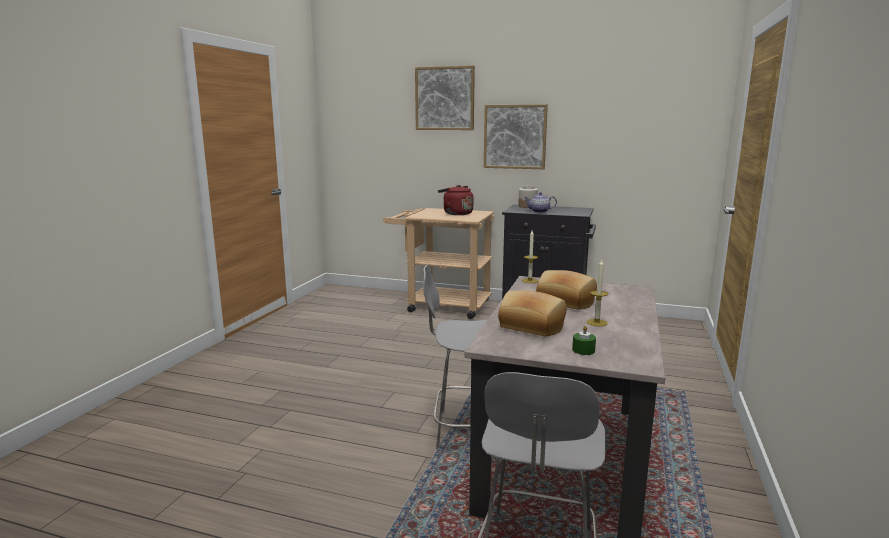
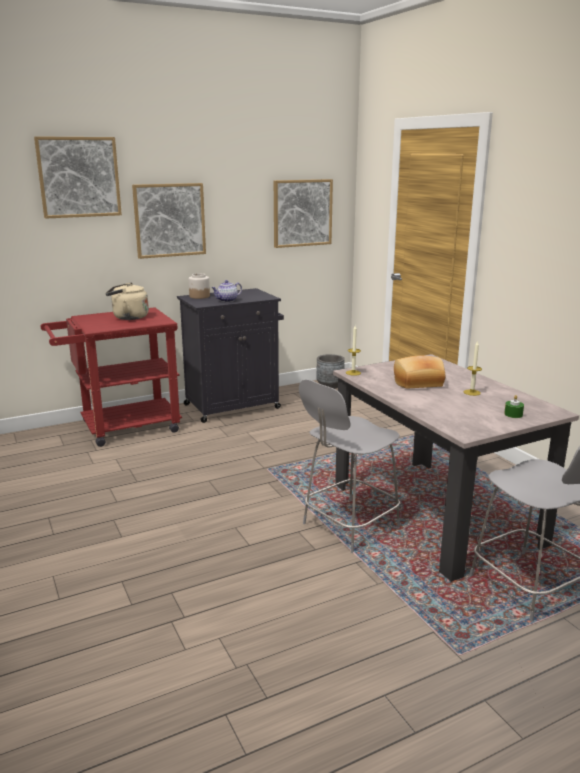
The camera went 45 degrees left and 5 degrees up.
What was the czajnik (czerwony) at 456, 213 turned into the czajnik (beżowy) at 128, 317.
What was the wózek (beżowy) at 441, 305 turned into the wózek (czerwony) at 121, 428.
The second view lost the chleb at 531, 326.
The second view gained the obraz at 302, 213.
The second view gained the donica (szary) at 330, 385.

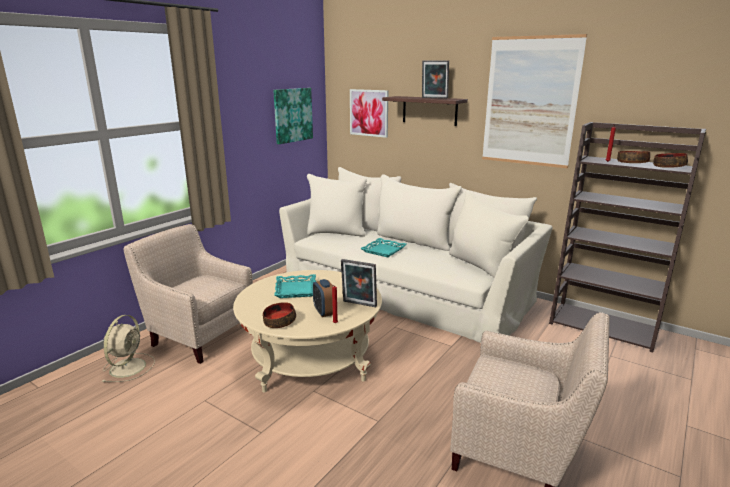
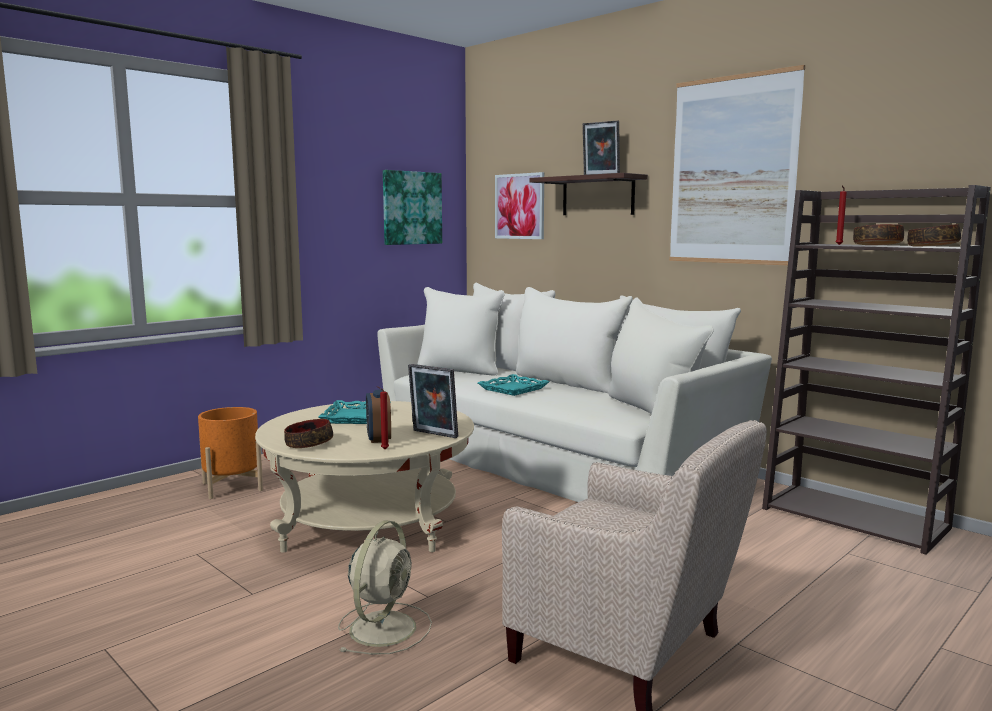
The camera went 10 degrees right and 10 degrees down.
Where the fotel (beżowy) stood at 200, 334, the donica (pomarańczowy) came to stand at 232, 486.
The wentylator (beżowy) ended up elsewhere, having gone from 128, 367 to 384, 627.

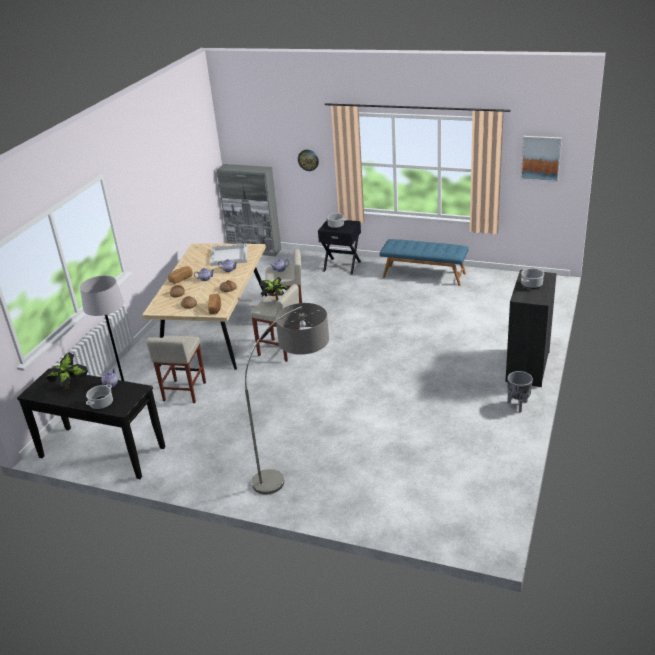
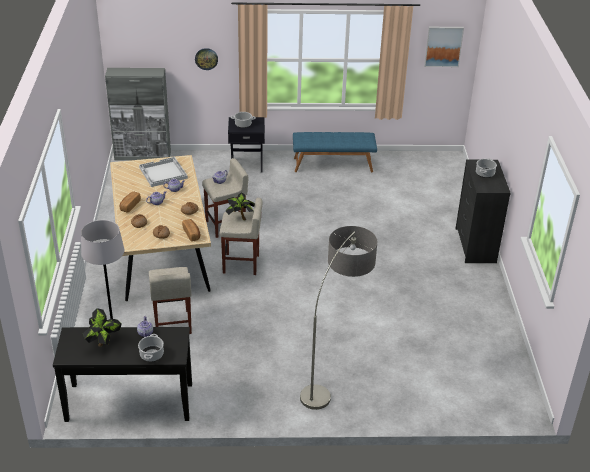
The camera went 25 degrees left and 5 degrees up.
The second view lost the donica (szary) at 518, 405.

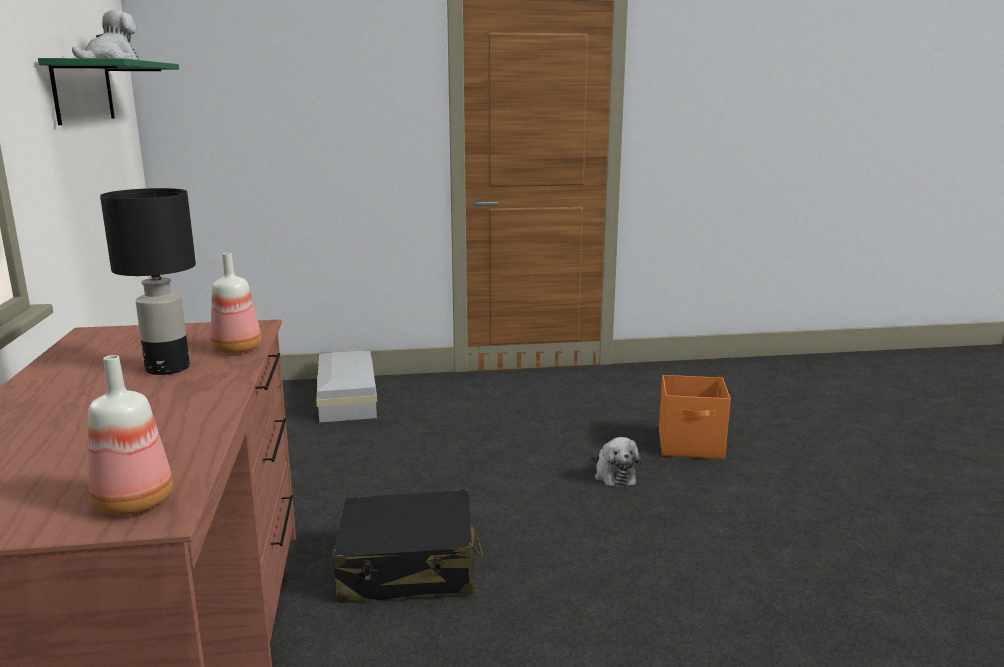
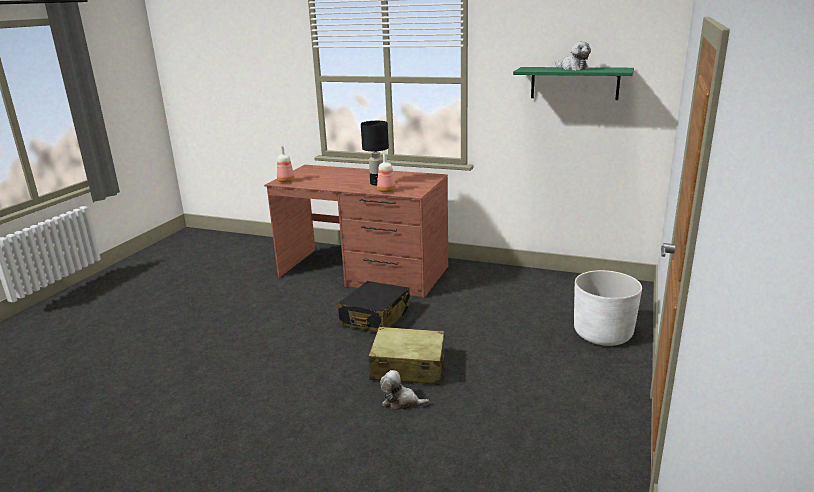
The camera went 120 degrees right and 5 degrees up.
Where the pojemnik do przechowywania (biały) stood at 348, 398, the donica (biały) came to stand at 602, 334.
The second view lost the pojemnik do przechowywania (pomarańczowy) at 691, 445.
The second view gained the walizka (beżowy) at 407, 367.

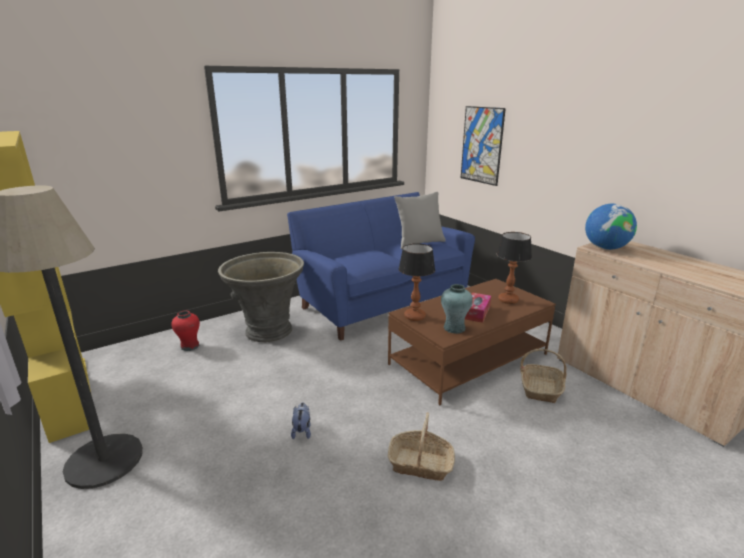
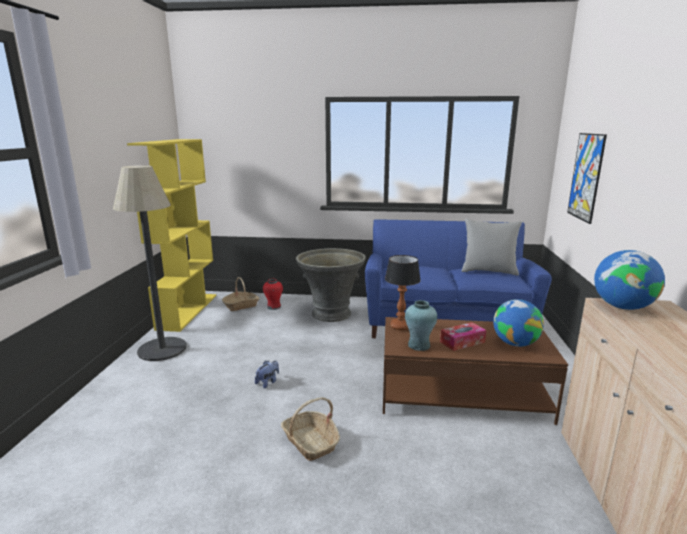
The camera went 40 degrees right and 5 degrees down.
Where the lampa stołowa stood at 507, 300, the globus came to stand at 515, 343.
The koszyk ended up elsewhere, having gone from 541, 388 to 241, 305.

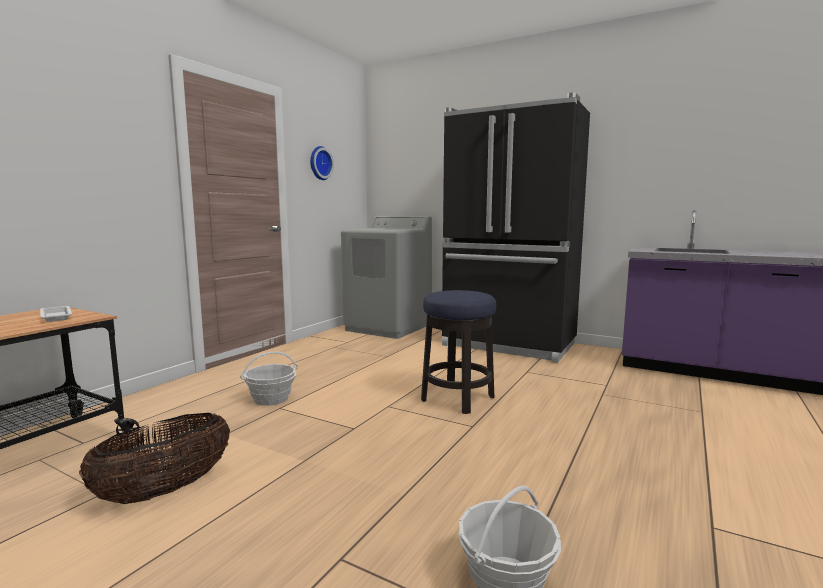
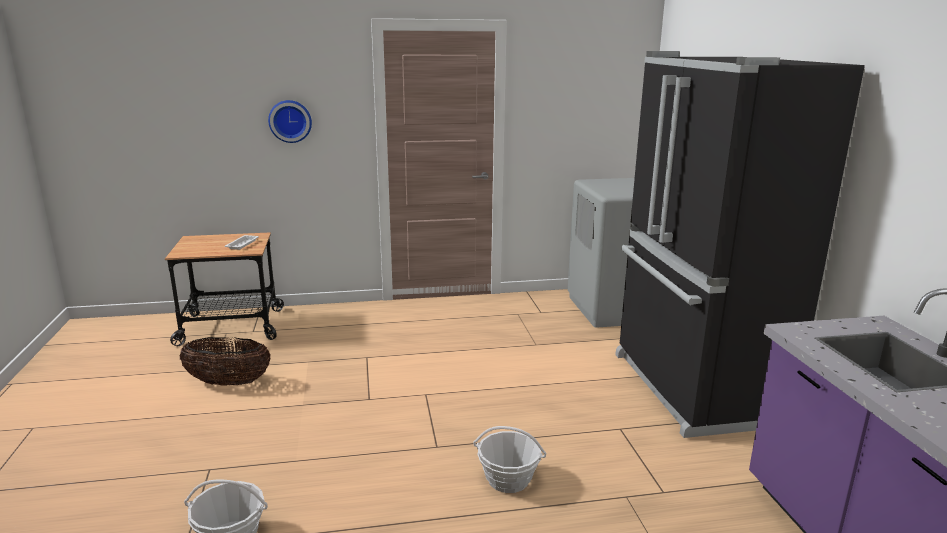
The camera went 50 degrees right and 10 degrees up.
The zegar ścienny ended up elsewhere, having gone from 319, 163 to 290, 121.
The second view lost the stołek at 457, 399.
The koszyk ended up elsewhere, having gone from 271, 399 to 508, 479.

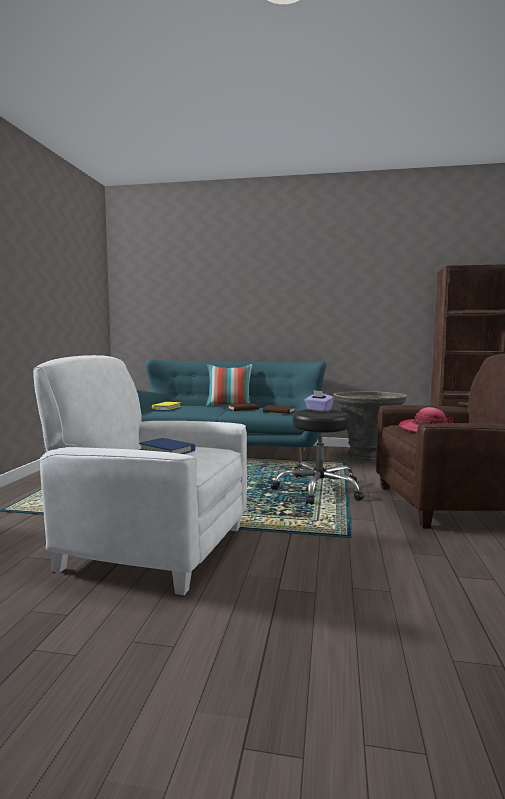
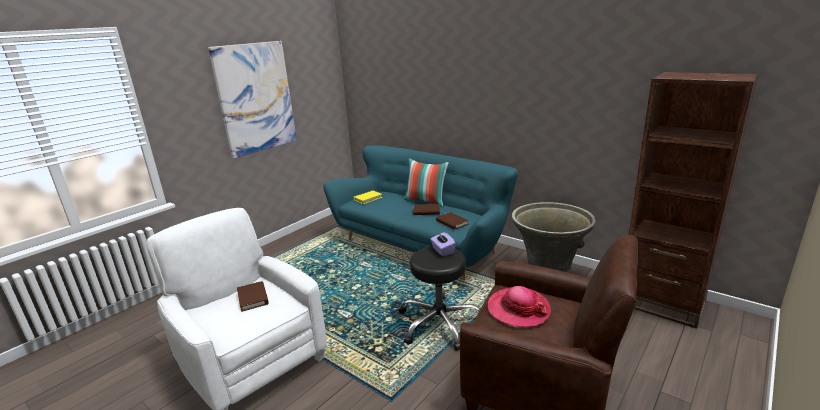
The camera went 30 degrees right and 15 degrees up.
What was the książka (niebieski) at 167, 450 turned into the książka (brązowy) at 253, 298.
The second view gained the obraz at 255, 98.

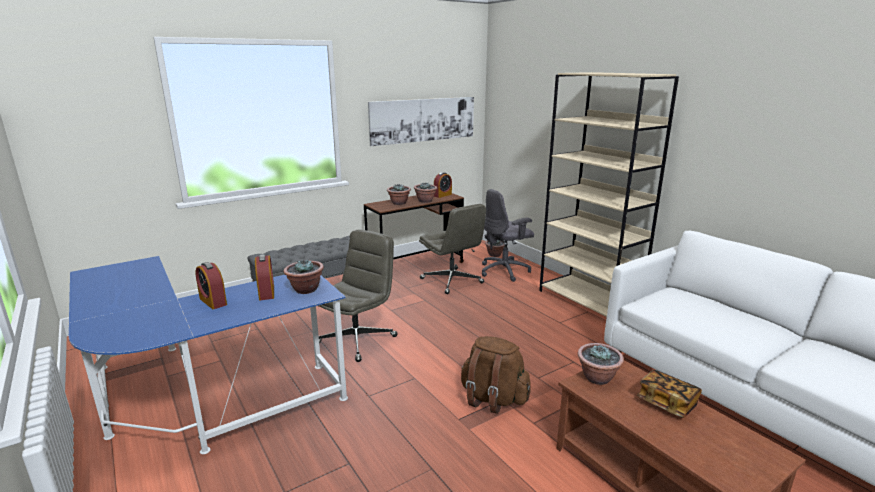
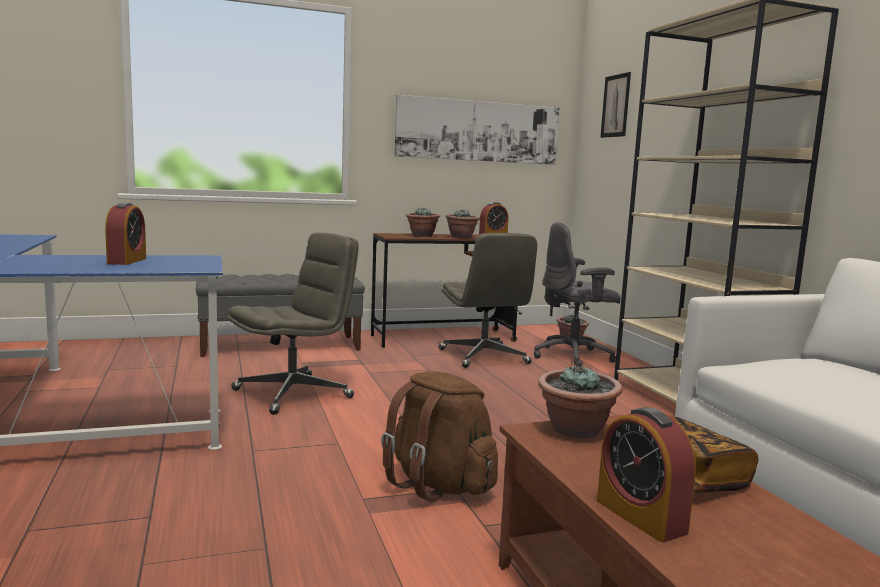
The camera went 15 degrees right and 10 degrees down.
The second view lost the roślina doniczkowa at 305, 289.
The budzik ended up elsewhere, having gone from 213, 301 to 640, 516.
The second view gained the obraz at 615, 106.

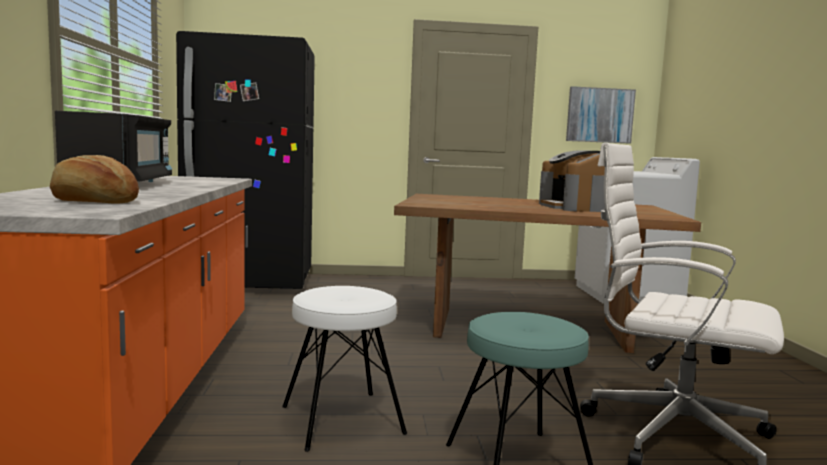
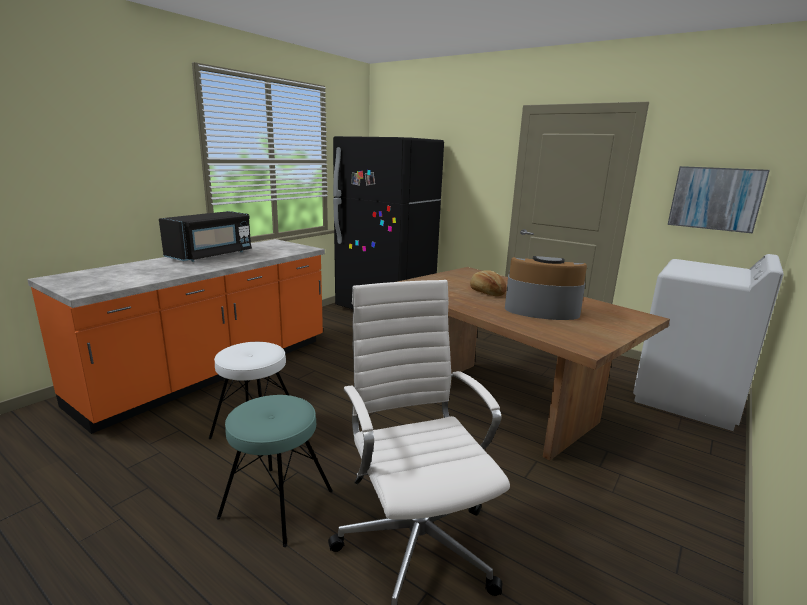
The camera went 40 degrees right and 10 degrees up.
The ekspres do kawy at 574, 207 ended up facing another way, 75 degrees clockwise from before.
The chleb ended up elsewhere, having gone from 94, 201 to 486, 292.

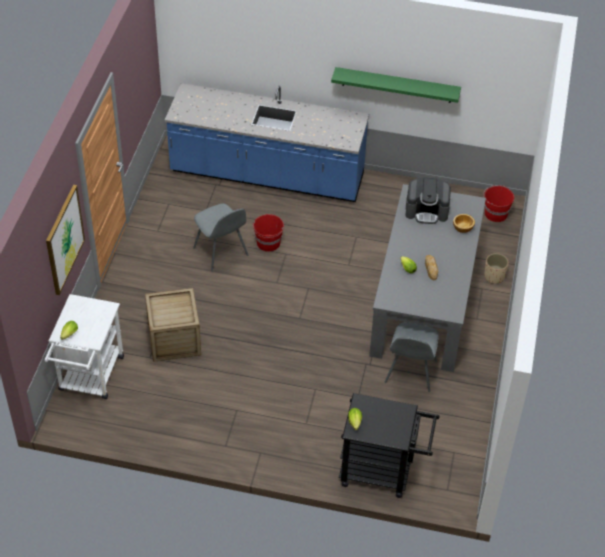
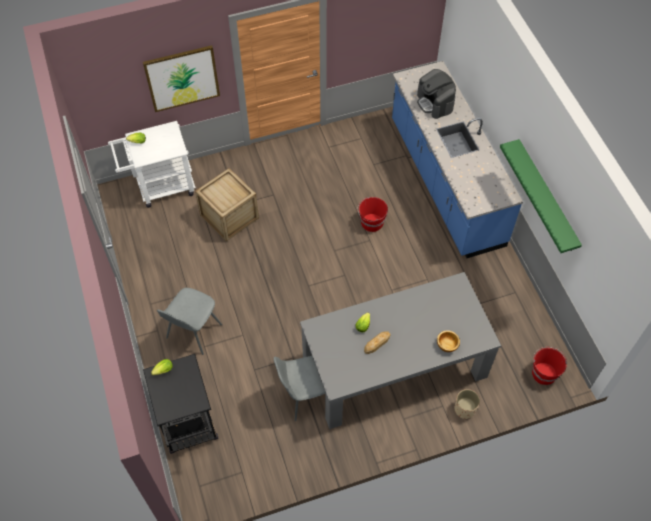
The camera went 60 degrees right and 10 degrees up.
The ekspres do kawy ended up elsewhere, having gone from 427, 211 to 435, 102.
The krzesło (szary) ended up elsewhere, having gone from 221, 253 to 193, 332.

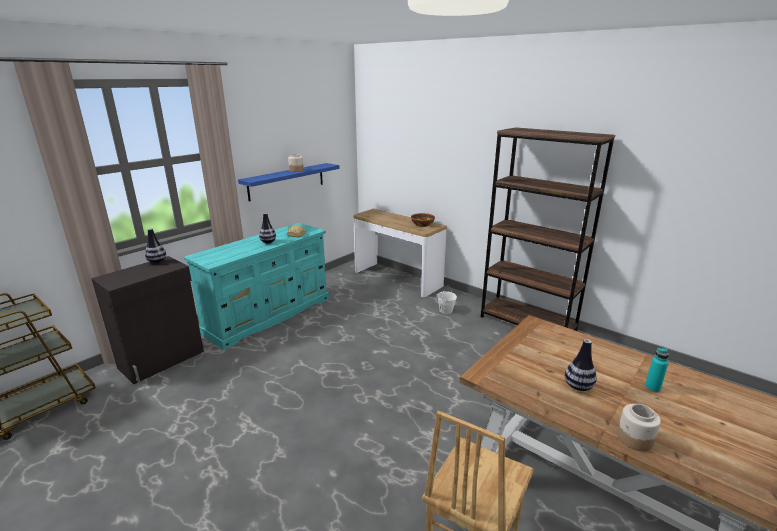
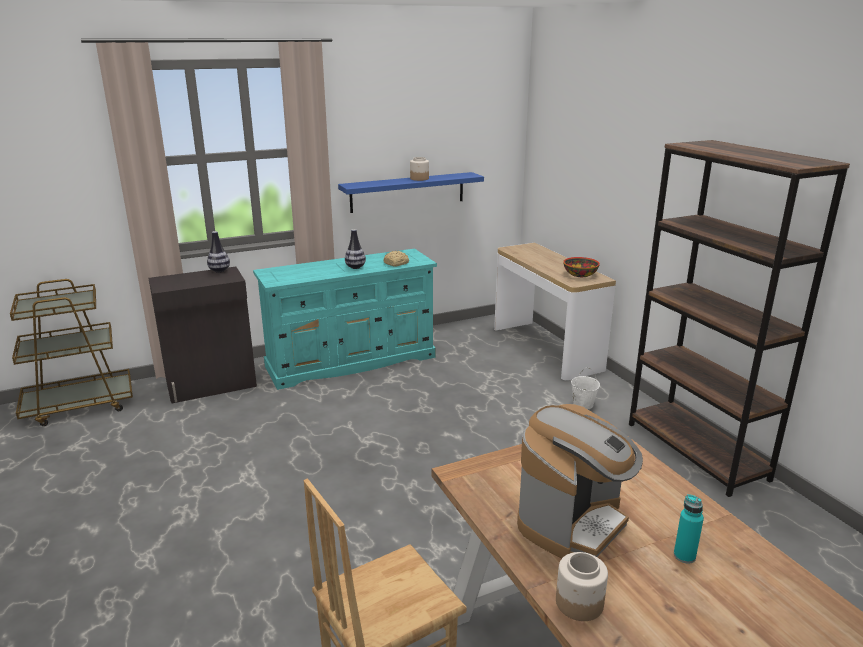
The camera went 25 degrees right and 0 degrees up.
Where the wazon stood at 578, 386, the ekspres do kawy came to stand at 573, 522.

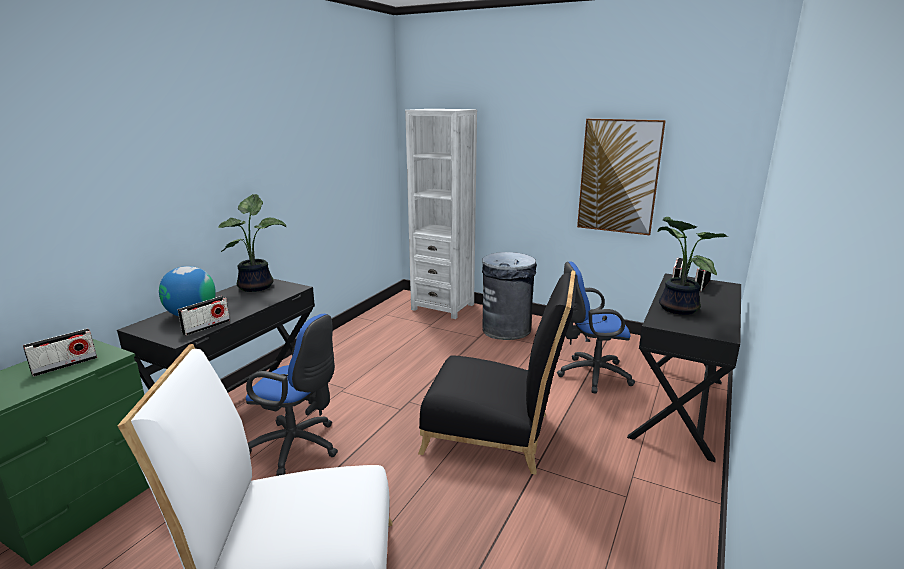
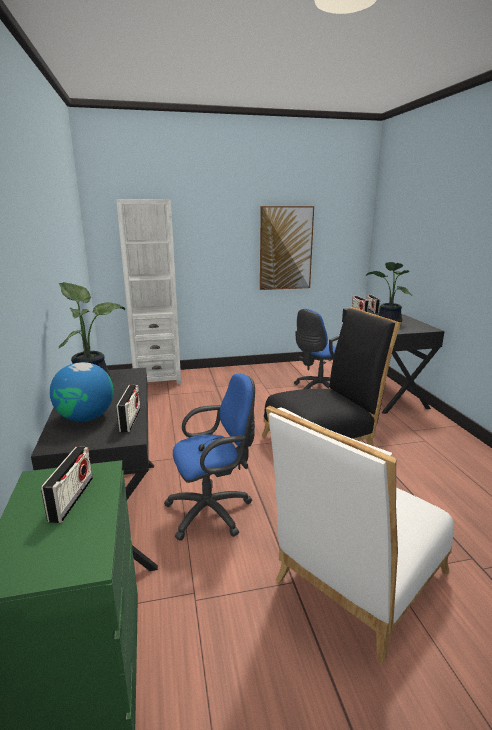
The camera went 40 degrees left and 0 degrees up.
The second view lost the kosz na śmieci (szary) at 506, 329.

